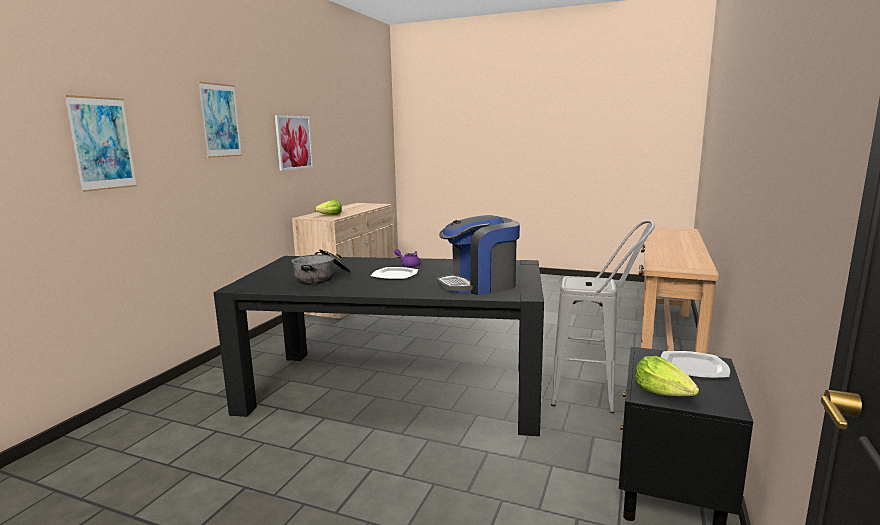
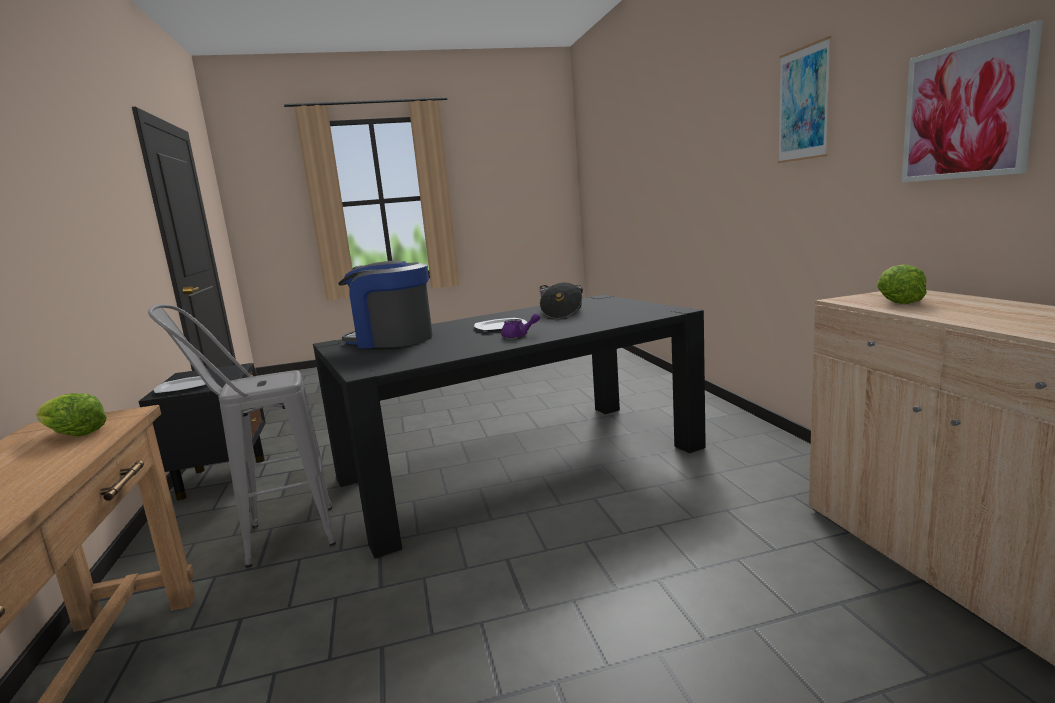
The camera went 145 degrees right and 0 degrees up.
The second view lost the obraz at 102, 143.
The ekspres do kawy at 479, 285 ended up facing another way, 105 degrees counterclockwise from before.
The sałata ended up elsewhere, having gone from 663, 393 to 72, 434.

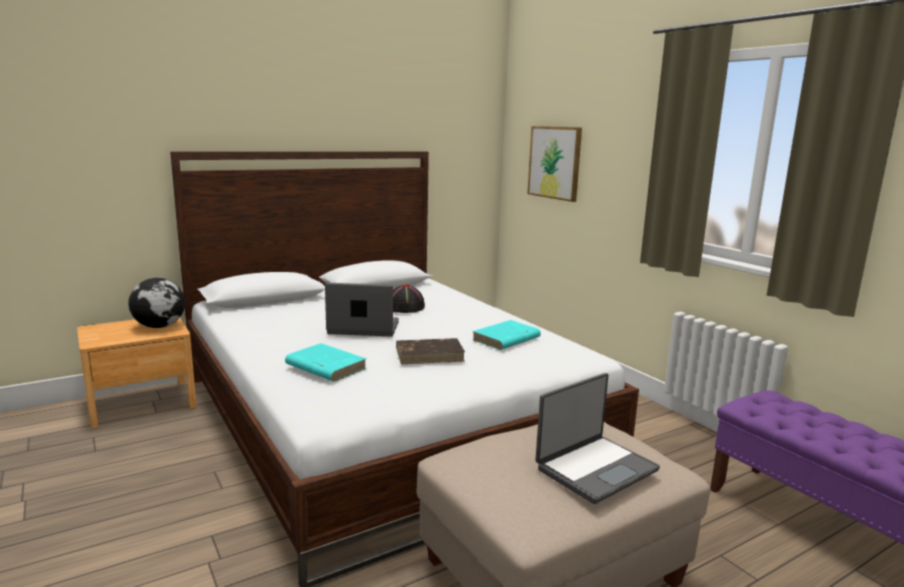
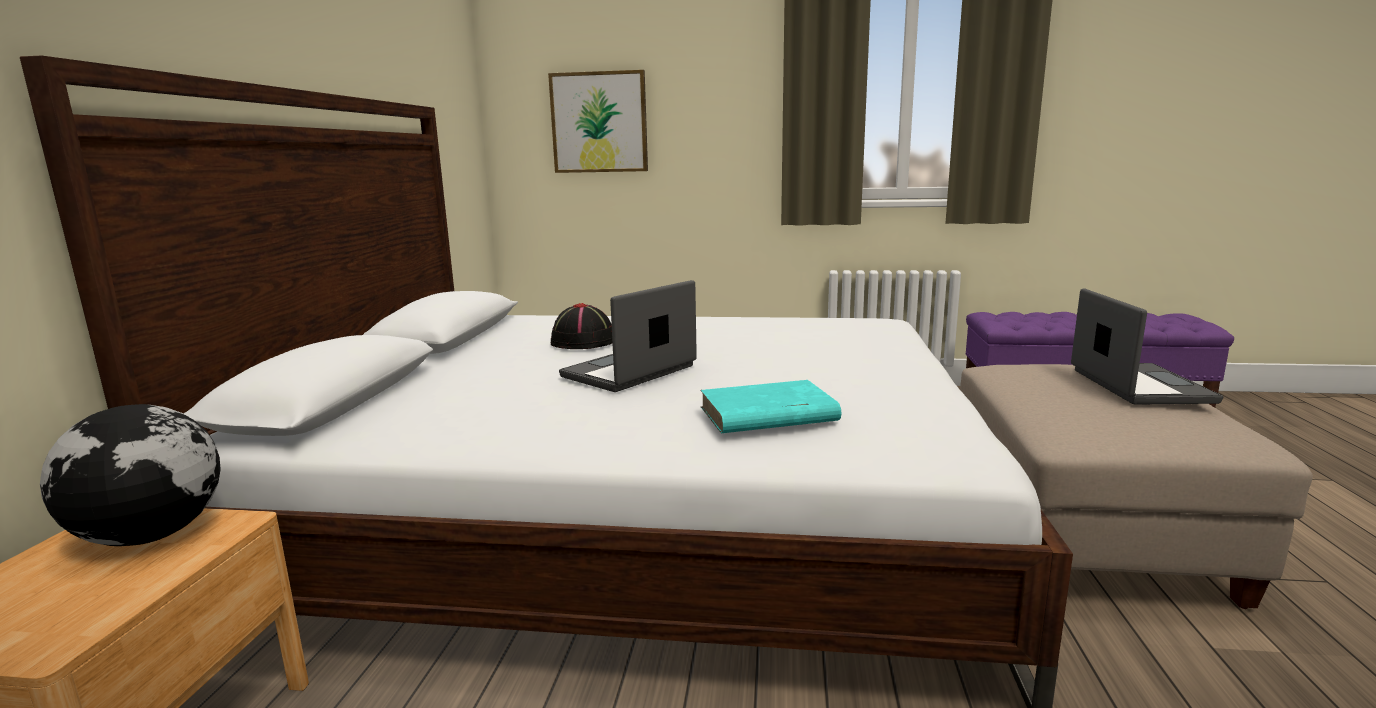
The camera went 50 degrees left and 0 degrees up.
The second view lost the książka (turkusowy) at 506, 339.
The second view lost the książka (brązowy) at 430, 354.

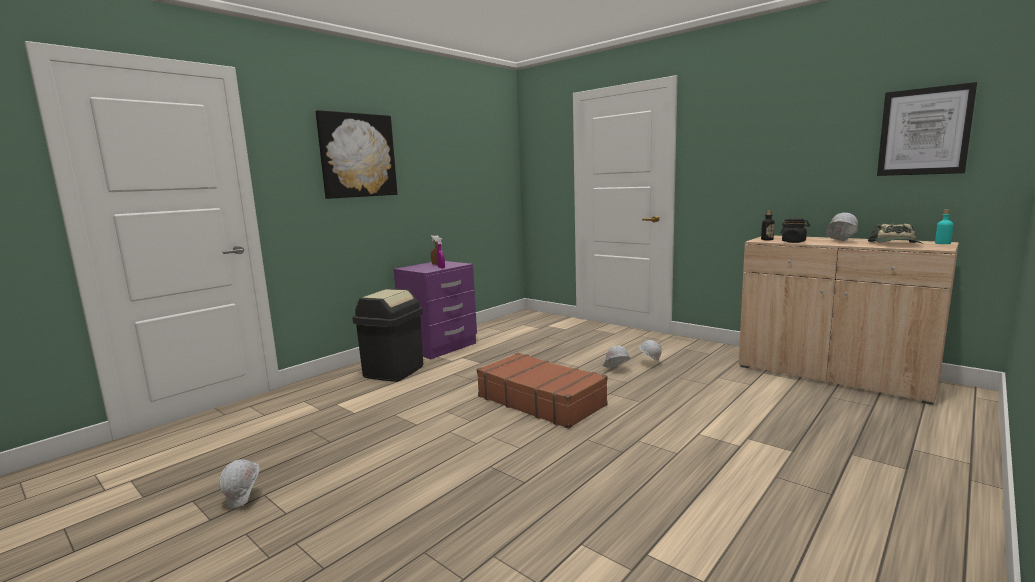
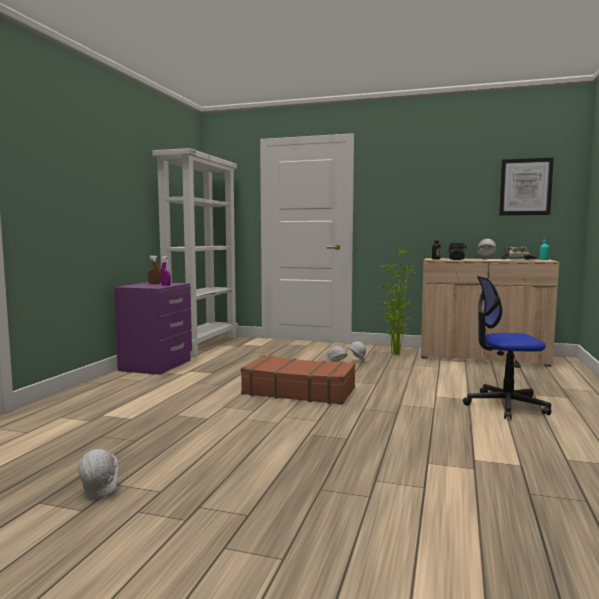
The camera went 25 degrees left and 5 degrees down.
The second view lost the obraz at 357, 155.
The second view lost the kosz na śmieci (czarny) at 393, 371.
The second view gained the regał (biały) at 202, 345.
The second view gained the roślina doniczkowa at 397, 354.
The second view gained the krzesło biurowe at 505, 405.

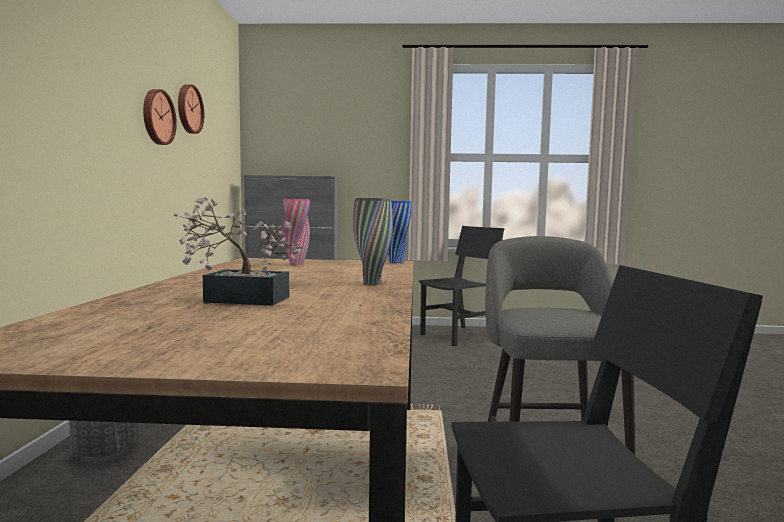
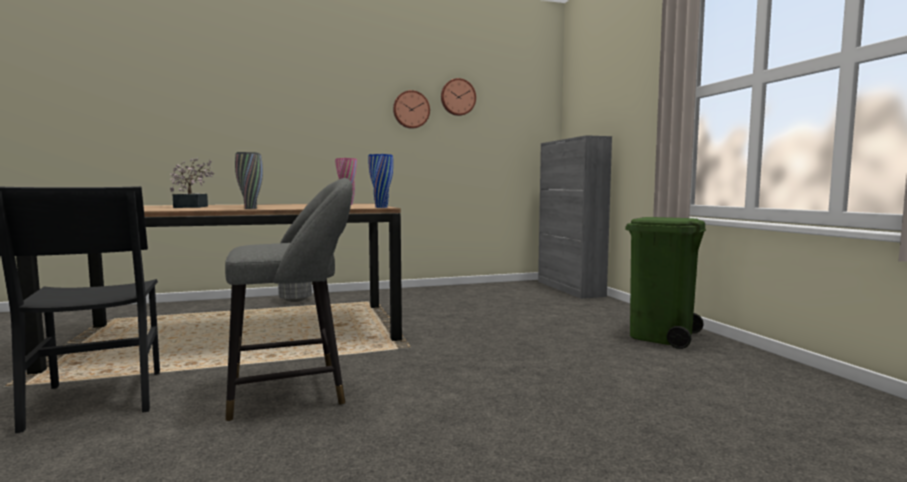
The camera went 70 degrees right and 0 degrees up.
Where the krzesło (czarny) stood at 459, 336, the kosz na śmieci (zielony) came to stand at 661, 336.

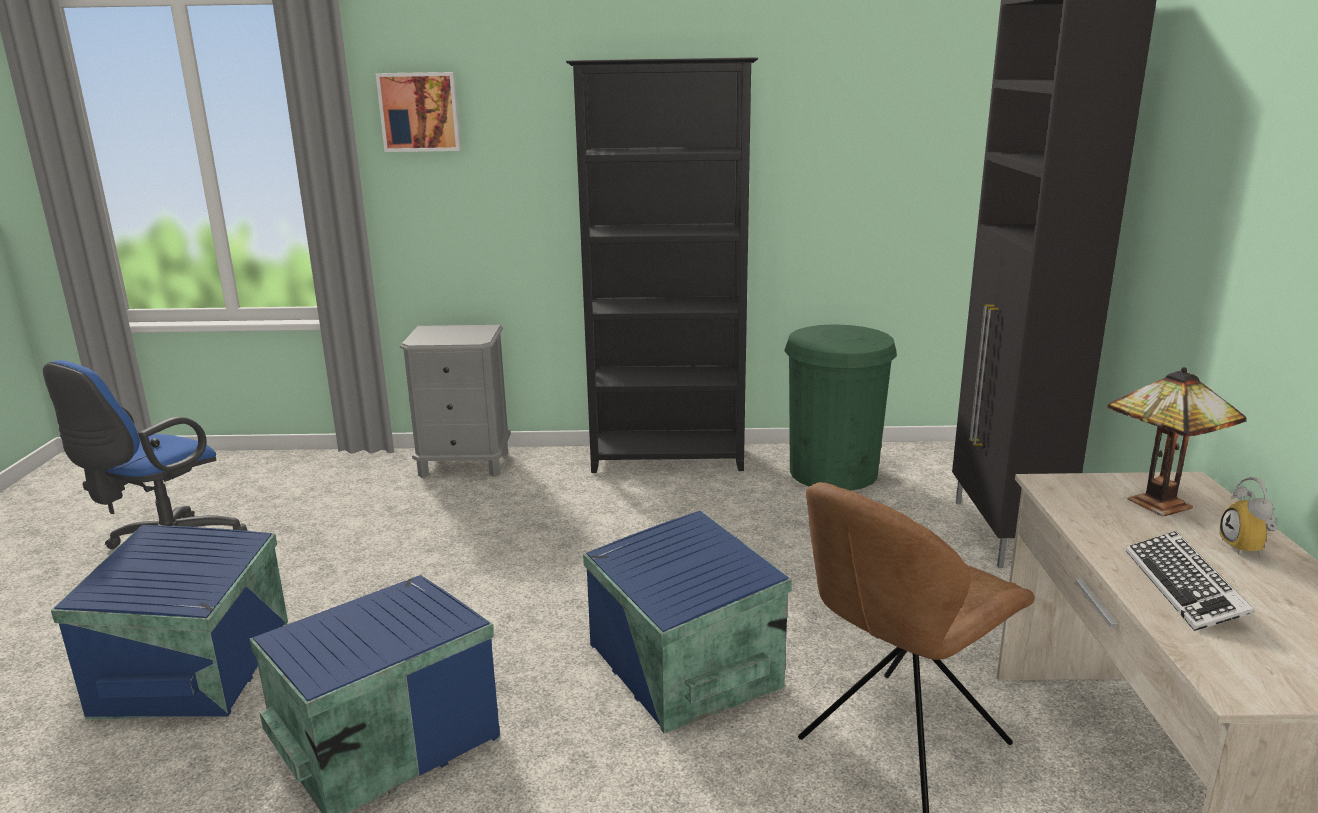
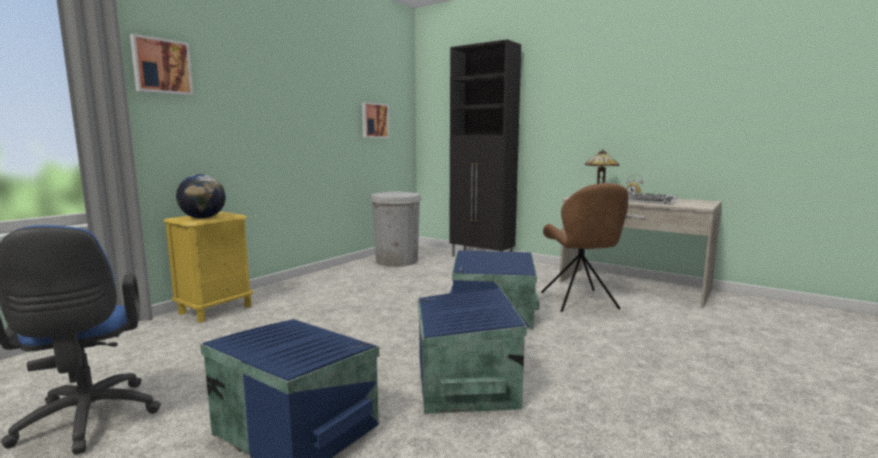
The camera went 55 degrees left and 10 degrees down.
The second view lost the regał (czarny) at 668, 460.
What was the kosz na śmieci (zielony) at 833, 472 turned into the kosz na śmieci (biały) at 397, 261.
What was the szafka nocna (szary) at 464, 464 turned into the szafka nocna (żółty) at 215, 309.
The second view gained the obraz at 374, 120.
The second view gained the globus at 203, 218.

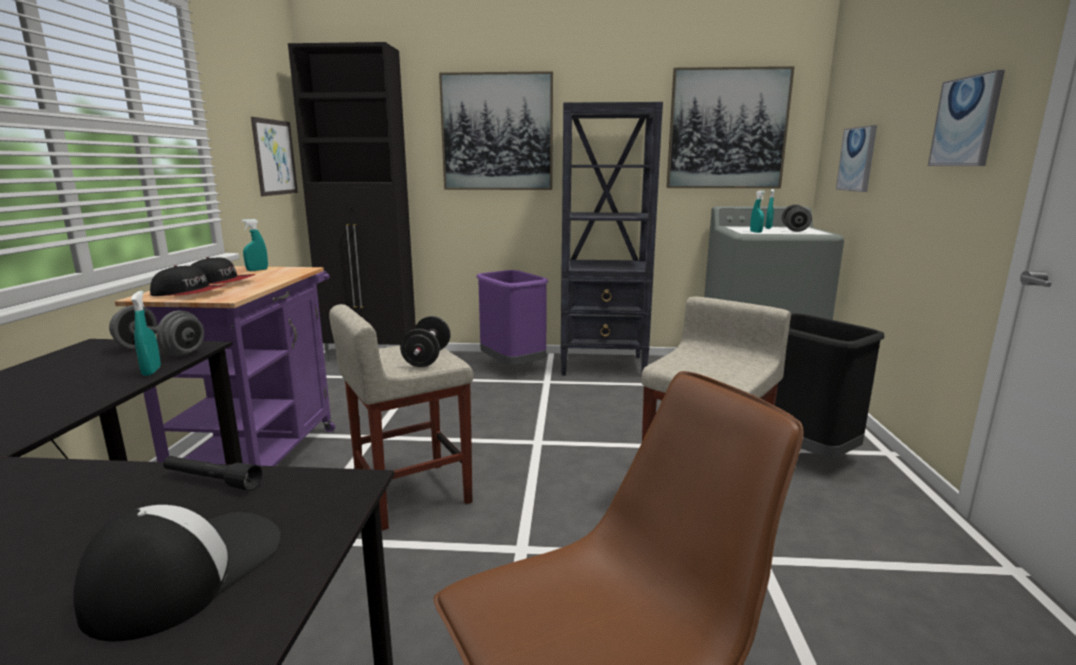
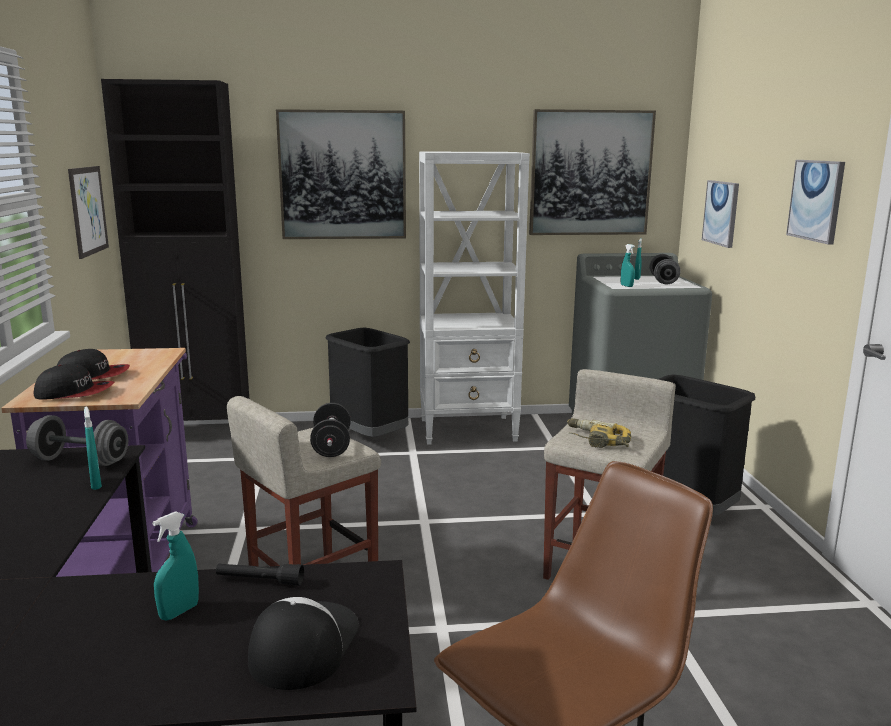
The camera went 10 degrees left and 0 degrees up.
What was the regał (czarny) at 603, 366 turned into the regał (biały) at 469, 430.
The spryskiwacz (turkusowy) ended up elsewhere, having gone from 257, 270 to 179, 612.
What was the kosz na śmieci (fioletowy) at 512, 367 turned into the kosz na śmieci (czarny) at 368, 437.
The second view gained the wiertarka at 596, 441.

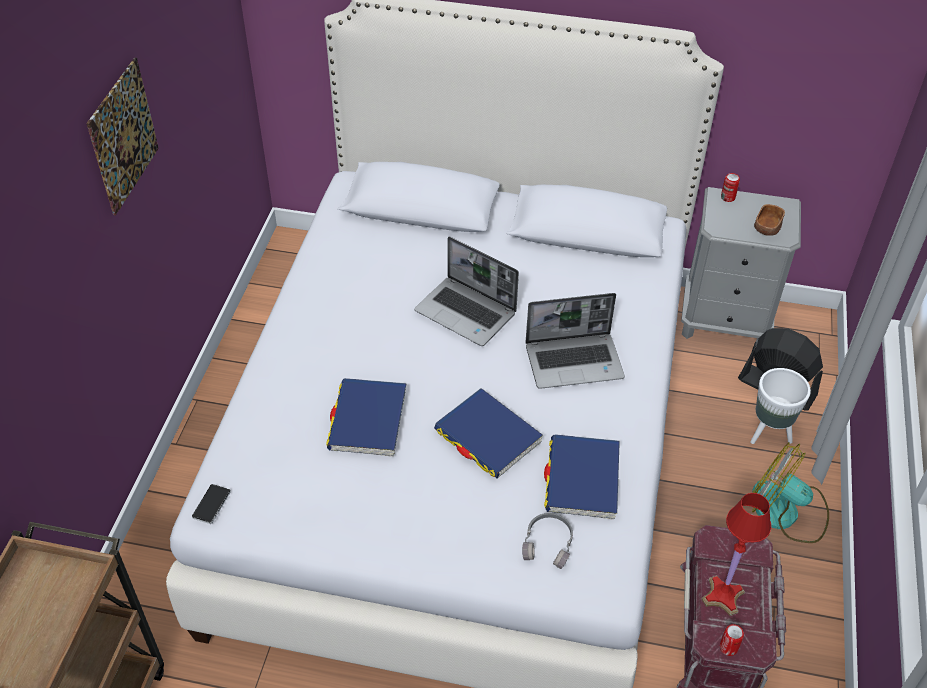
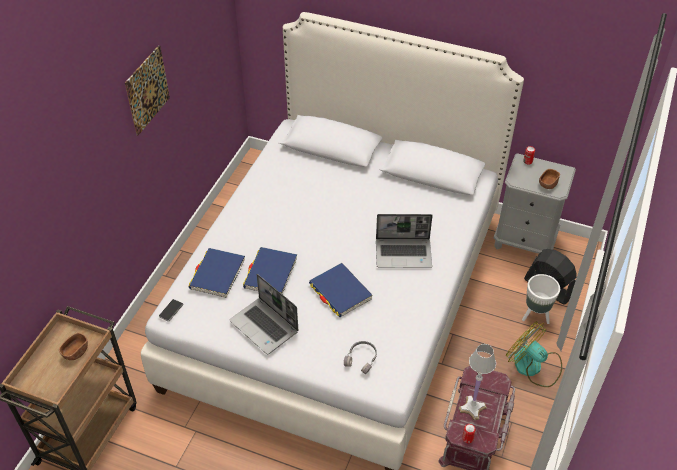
The camera went 10 degrees right and 0 degrees up.
The laptop ended up elsewhere, having gone from 467, 312 to 265, 326.
The książka (niebieski) ended up elsewhere, having gone from 582, 479 to 217, 274.
What was the lampa stołowa (czerwony) at 722, 596 turned into the lampa stołowa (biały) at 472, 408.
The second view gained the miska (brązowy) at 76, 352.

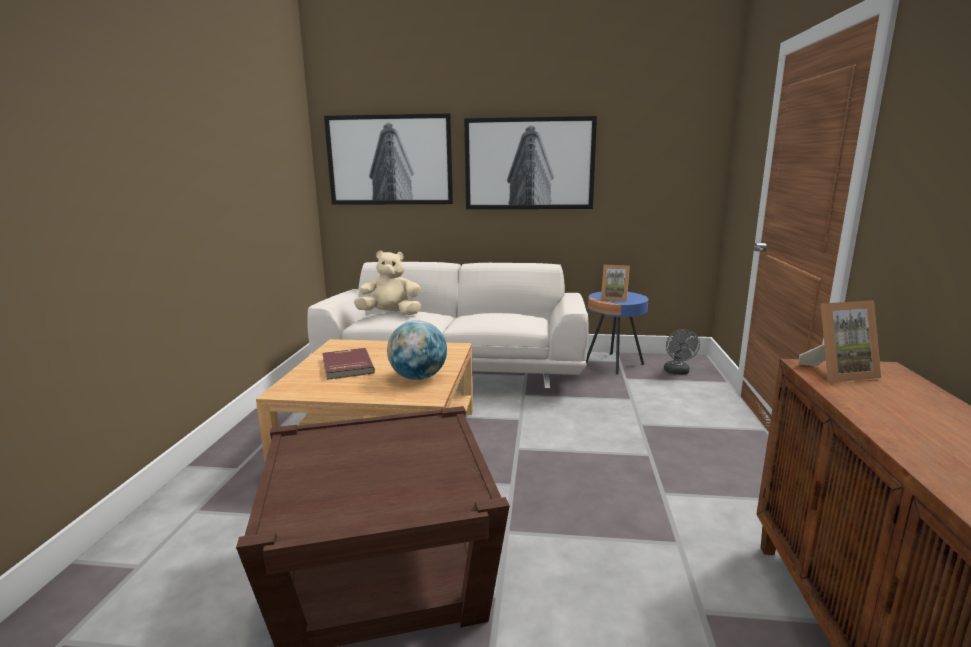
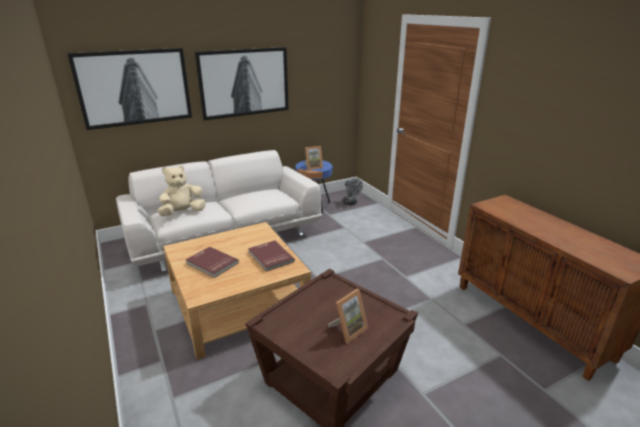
The camera went 35 degrees left and 10 degrees up.
The ramka na zdjęcie ended up elsewhere, having gone from 837, 373 to 348, 330.
Where the globus stood at 418, 377, the książka (czerwony) came to stand at 270, 257.

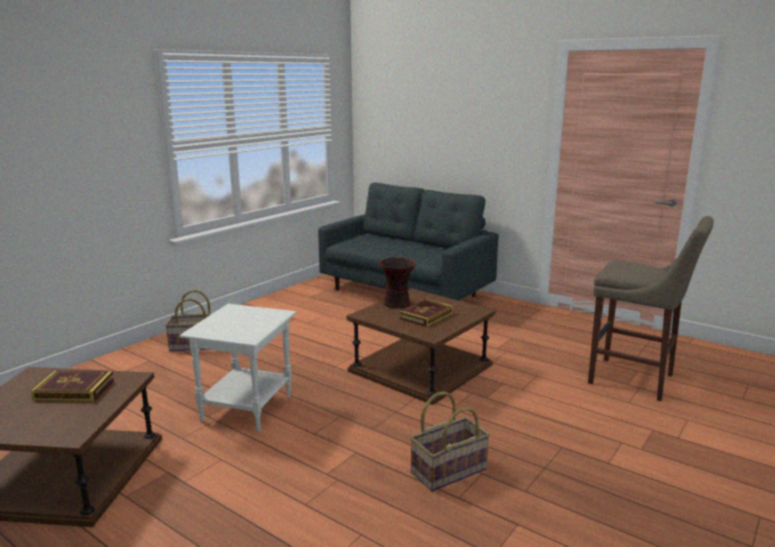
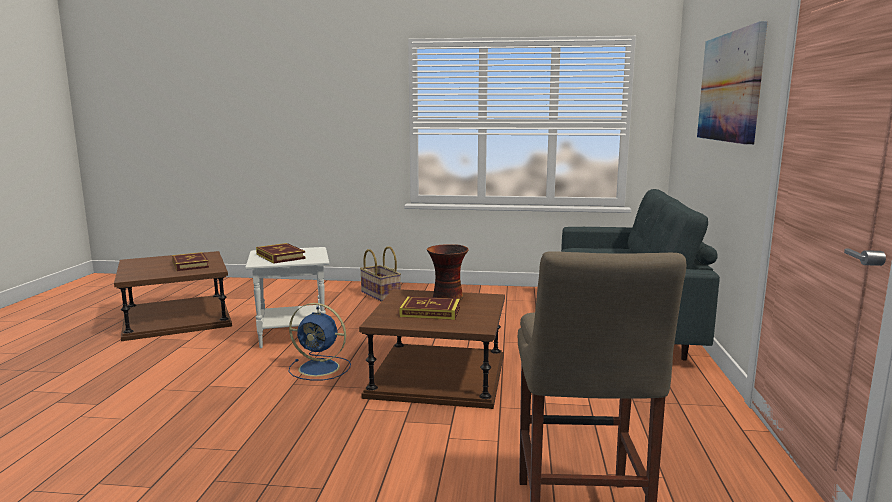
The camera went 60 degrees right and 5 degrees down.
The second view lost the koszyk at 448, 470.
The second view gained the obraz at 730, 87.
The second view gained the książka at 280, 256.
The second view gained the wentylator (niebieski) at 321, 368.

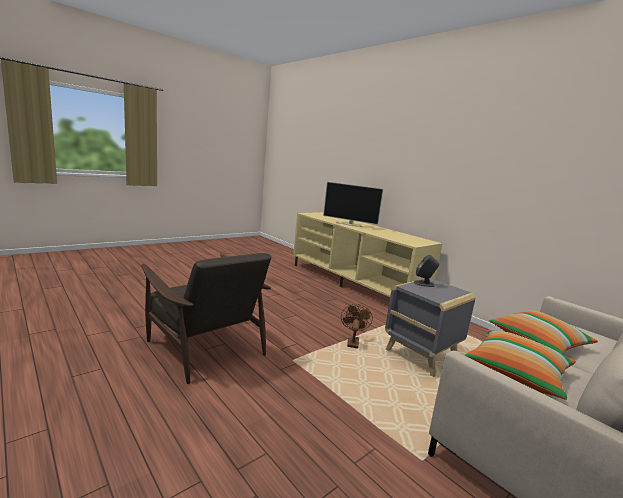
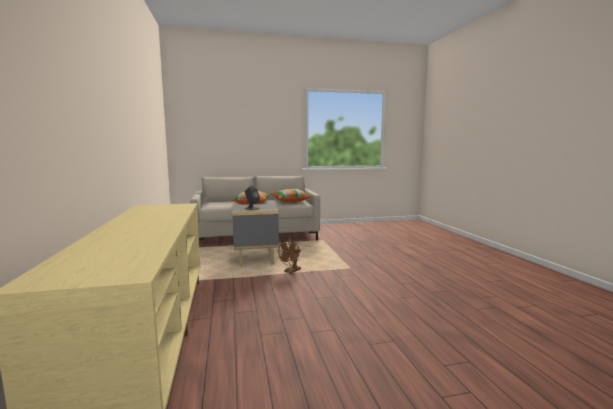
The camera went 150 degrees left and 5 degrees down.
The second view lost the telewizor at 349, 224.
The second view lost the fotel (brązowy) at 205, 345.

